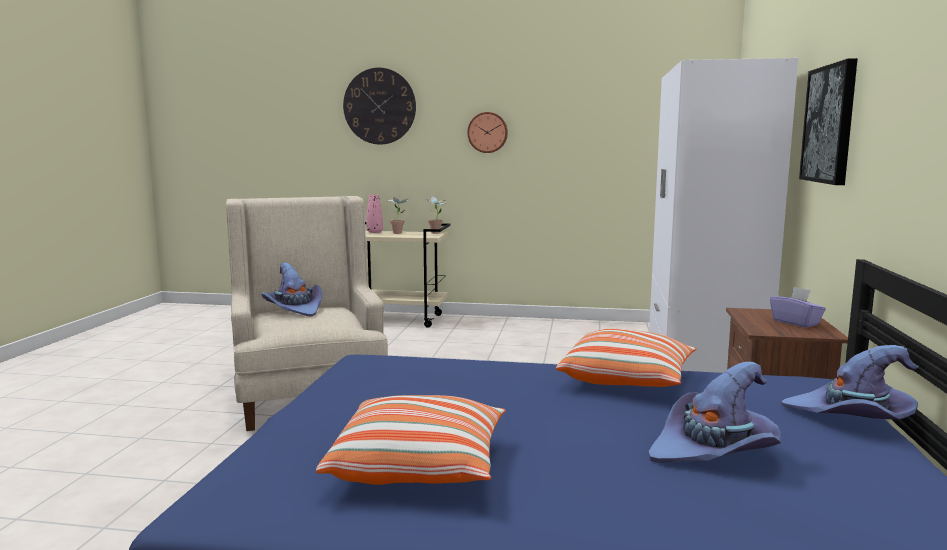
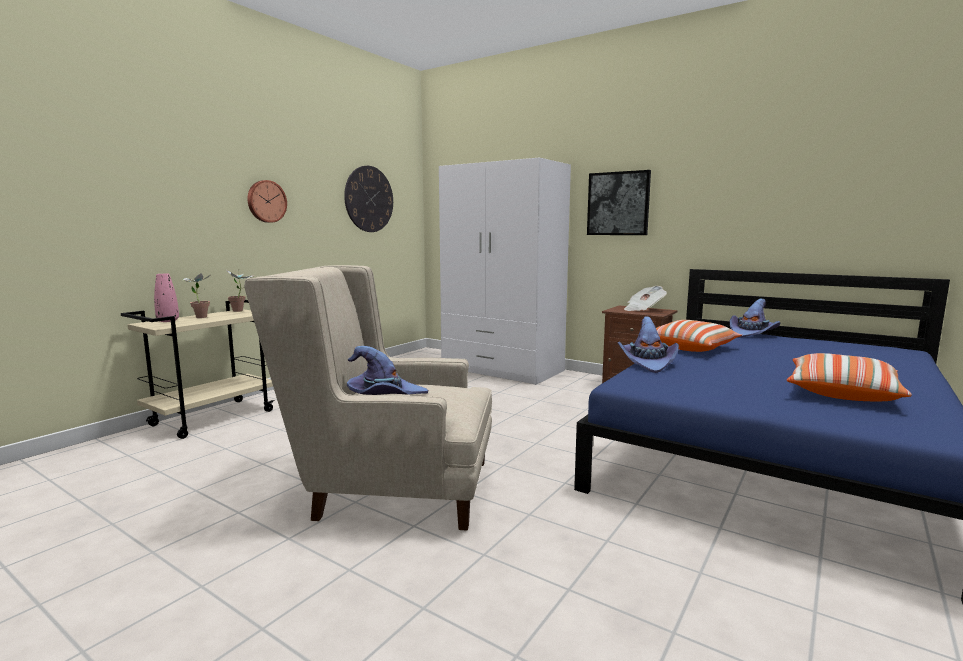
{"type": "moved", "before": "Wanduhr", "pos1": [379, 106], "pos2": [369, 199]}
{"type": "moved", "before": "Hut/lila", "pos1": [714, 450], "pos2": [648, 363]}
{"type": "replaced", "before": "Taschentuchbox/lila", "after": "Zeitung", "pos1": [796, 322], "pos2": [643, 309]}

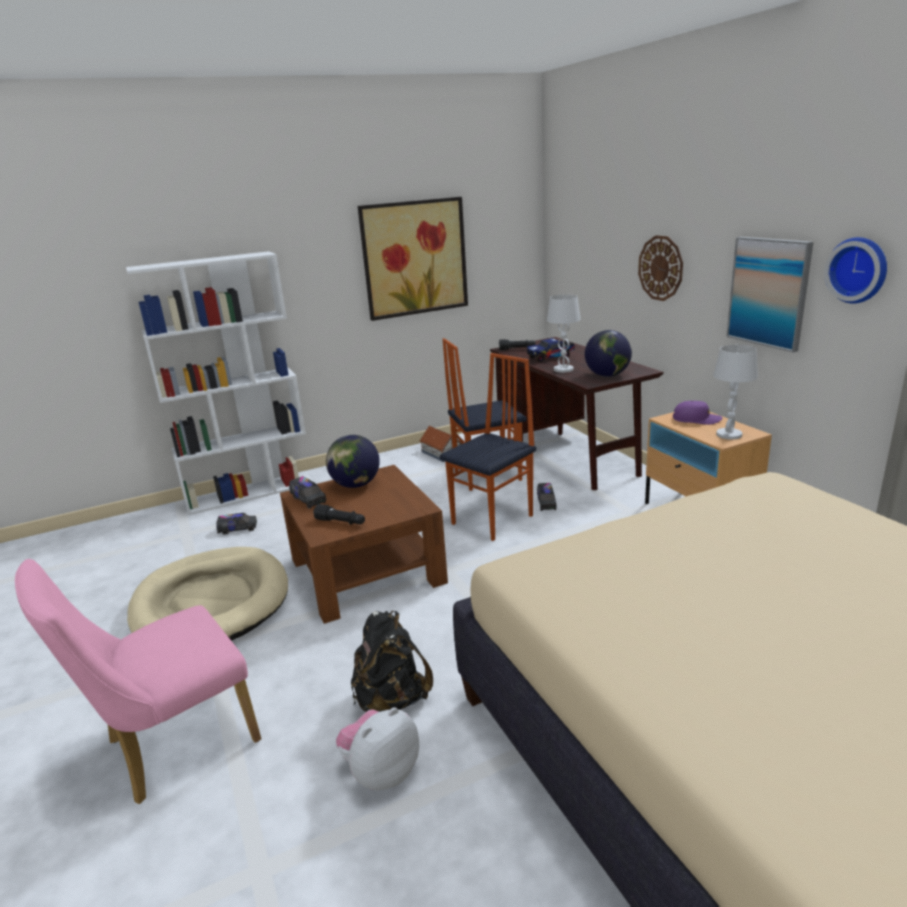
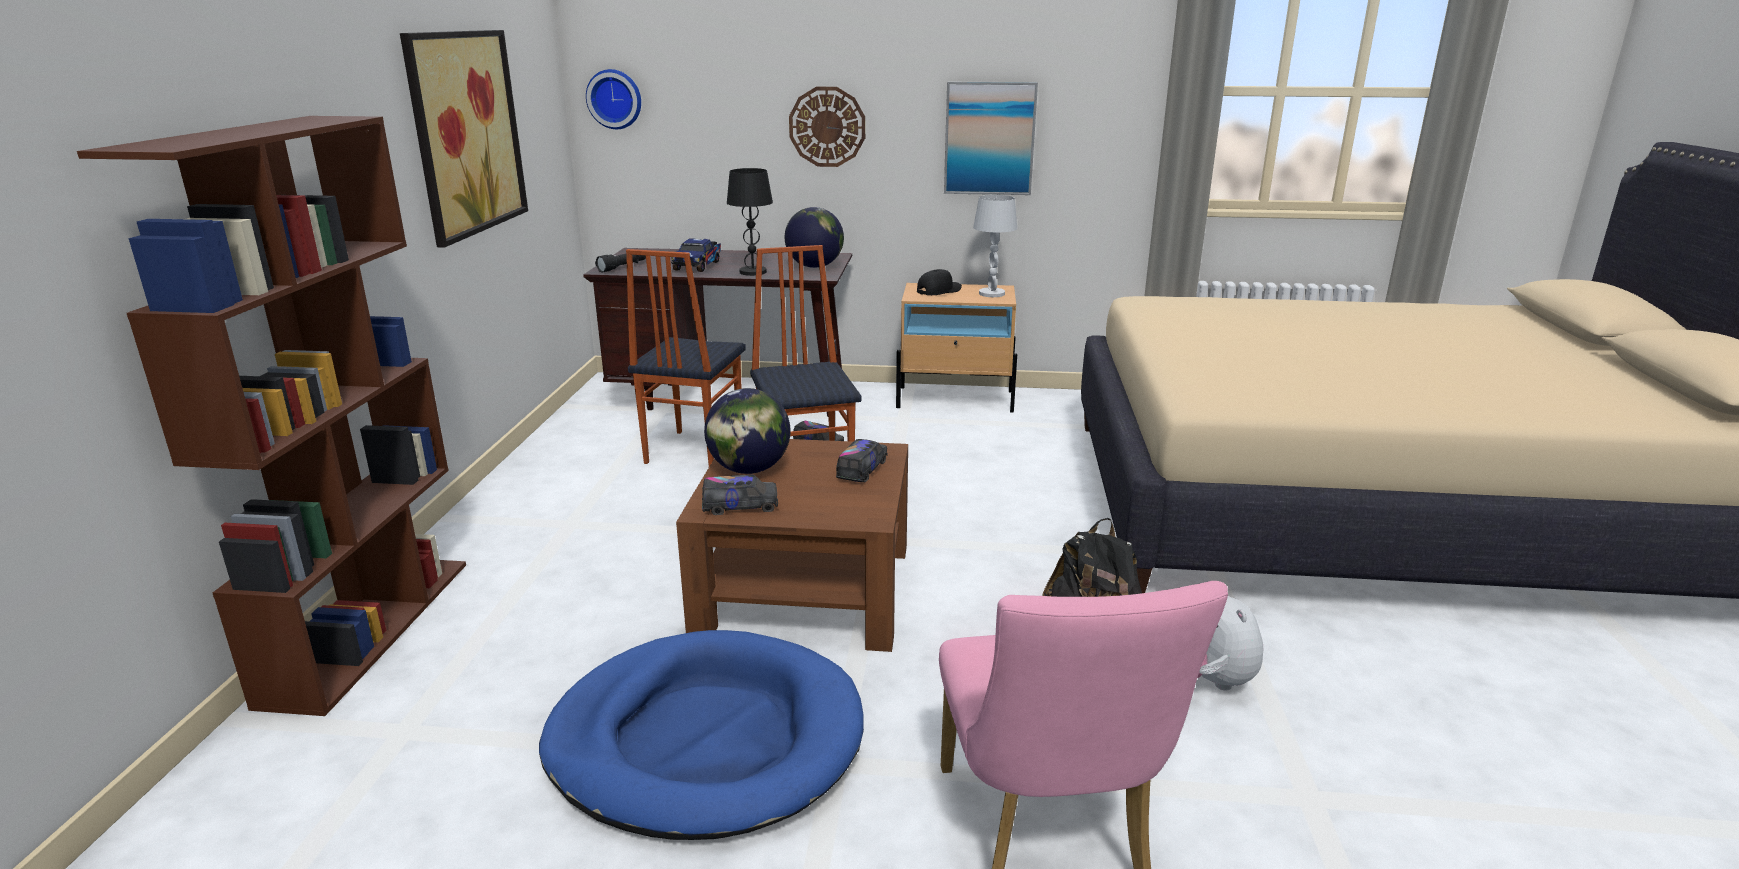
{"type": "removed", "before": "Taschenlampe/schwarz", "pos1": [341, 522]}
{"type": "removed", "before": "Spielzeughaus", "pos1": [441, 453]}
{"type": "moved", "before": "Spielzeuglaster", "pos1": [238, 529], "pos2": [862, 470]}
{"type": "moved", "before": "Wanduhr", "pos1": [858, 270], "pos2": [615, 99]}
{"type": "recoloured", "before": "Bücherregal/weiß", "after": "Bücherregal/braun", "pos1": [250, 492], "pos2": [369, 628]}
{"type": "recoloured", "before": "Hundebett/beige", "after": "Hundebett/blau", "pos1": [212, 602], "pos2": [706, 740]}
{"type": "recoloured", "before": "Tischlampe/weiß", "after": "Tischlampe/schwarz", "pos1": [563, 369], "pos2": [753, 272]}
{"type": "recoloured", "before": "Kappe/lila", "after": "Kappe/schwarz", "pos1": [696, 419], "pos2": [939, 291]}

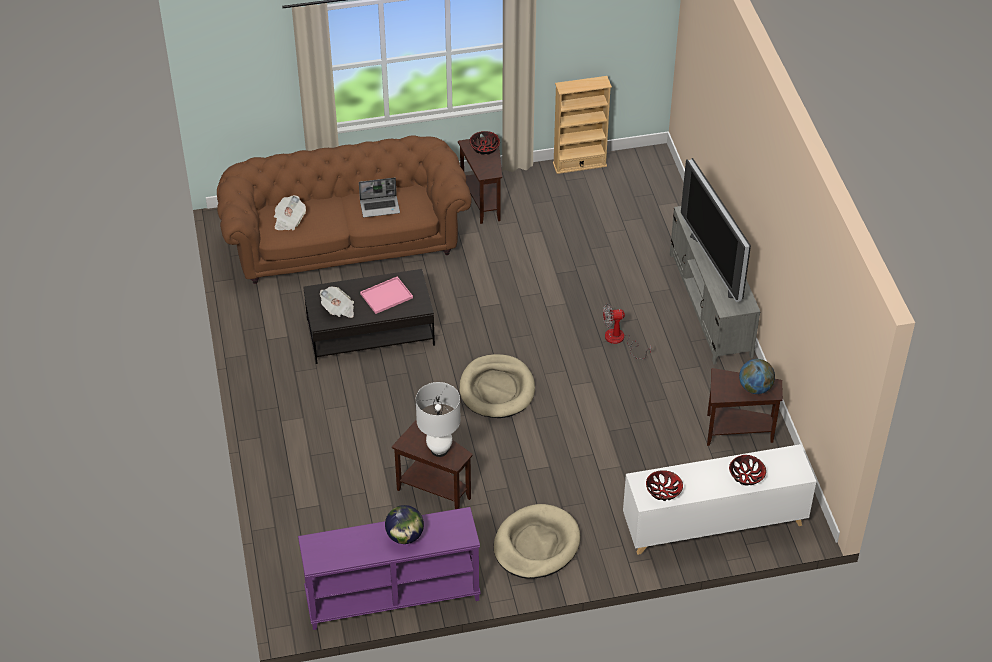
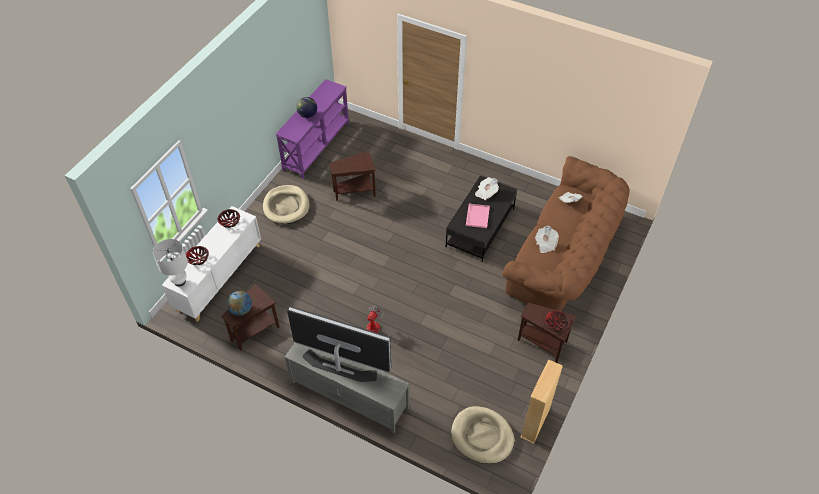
{"type": "moved", "before": "Tischlampe/weiß", "pos1": [439, 450], "pos2": [179, 282]}
{"type": "moved", "before": "Hundebett/beige", "pos1": [497, 389], "pos2": [482, 436]}
{"type": "replaced", "before": "Laptop", "after": "Zeitung", "pos1": [380, 207], "pos2": [545, 244]}

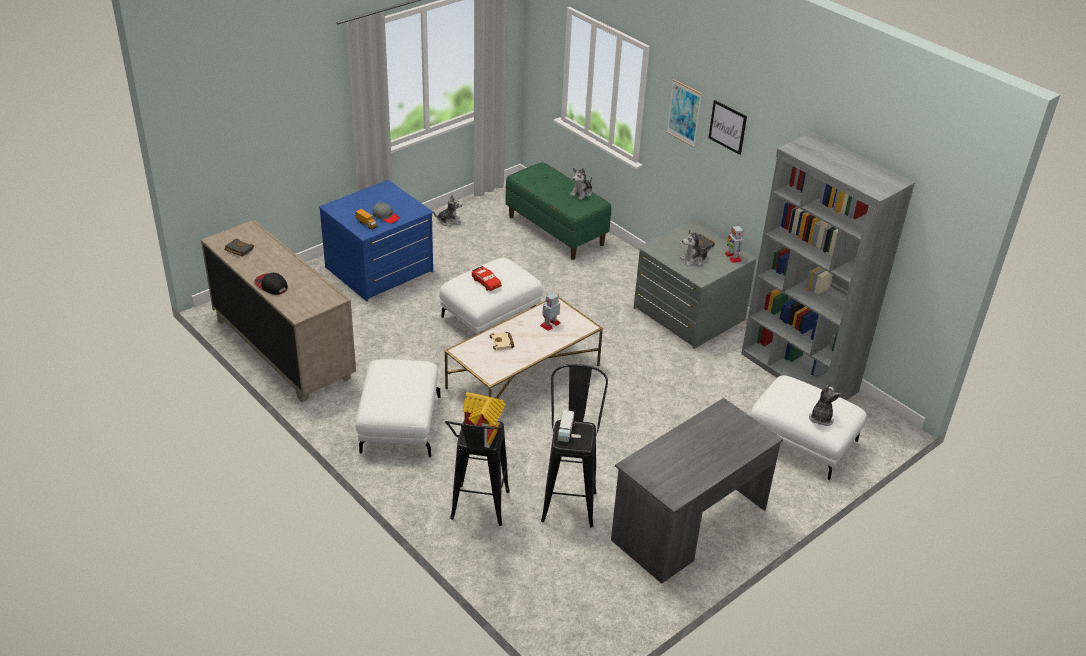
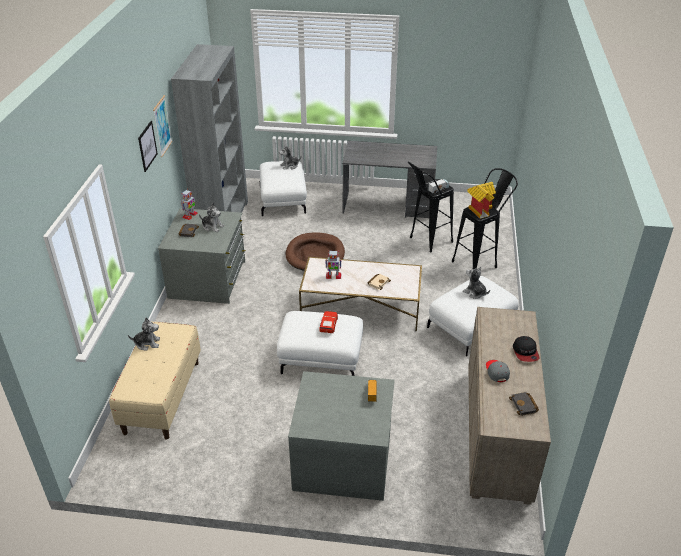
{"type": "added", "after": "Hundebett/braun", "pos2": [315, 255]}
{"type": "moved", "before": "Kappe/grau", "pos1": [385, 216], "pos2": [496, 372]}
{"type": "moved", "before": "Plüschtier", "pos1": [449, 221], "pos2": [475, 293]}
{"type": "moved", "before": "Bild", "pos1": [684, 113], "pos2": [162, 126]}
{"type": "recoloured", "before": "Kommode/blau", "after": "Kommode/grau", "pos1": [380, 270], "pos2": [343, 460]}
{"type": "recoloured", "before": "Bank/grün", "after": "Bank/beige", "pos1": [556, 230], "pos2": [162, 396]}

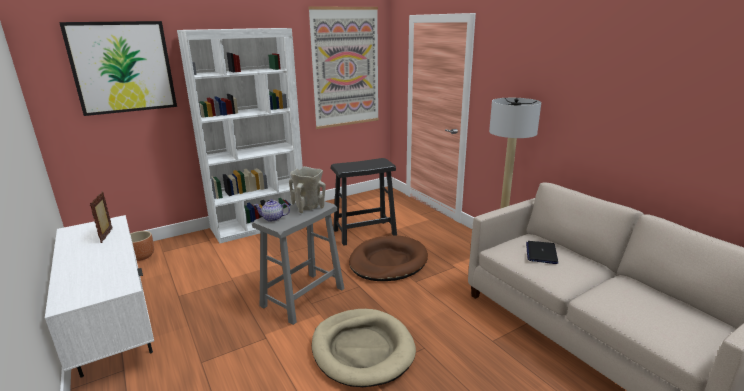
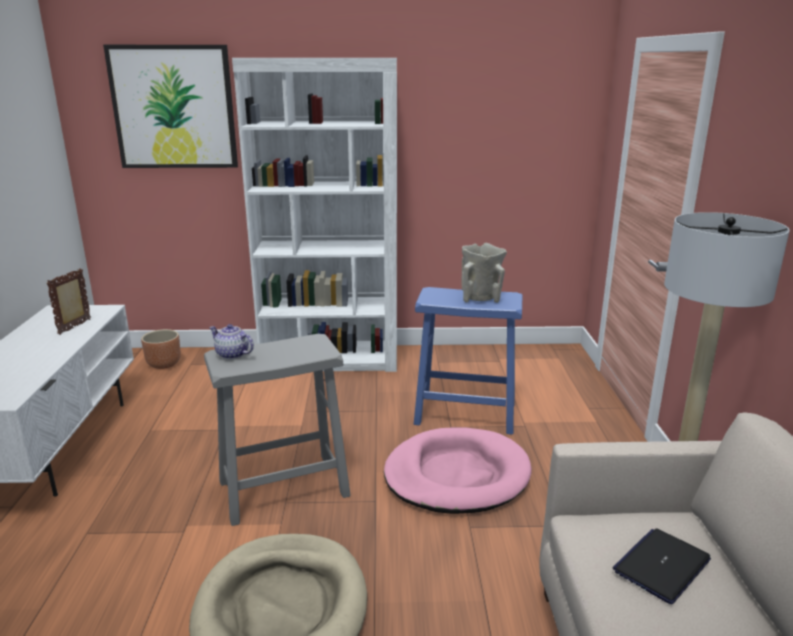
{"type": "removed", "before": "Bild", "pos1": [346, 68]}
{"type": "moved", "before": "Vase/beige", "pos1": [308, 207], "pos2": [480, 298]}
{"type": "recoloured", "before": "Hocker/schwarz", "after": "Hocker/blau", "pos1": [365, 232], "pos2": [466, 413]}
{"type": "recoloured", "before": "Hundebett/braun", "after": "Hundebett/rosa", "pos1": [388, 262], "pos2": [456, 475]}

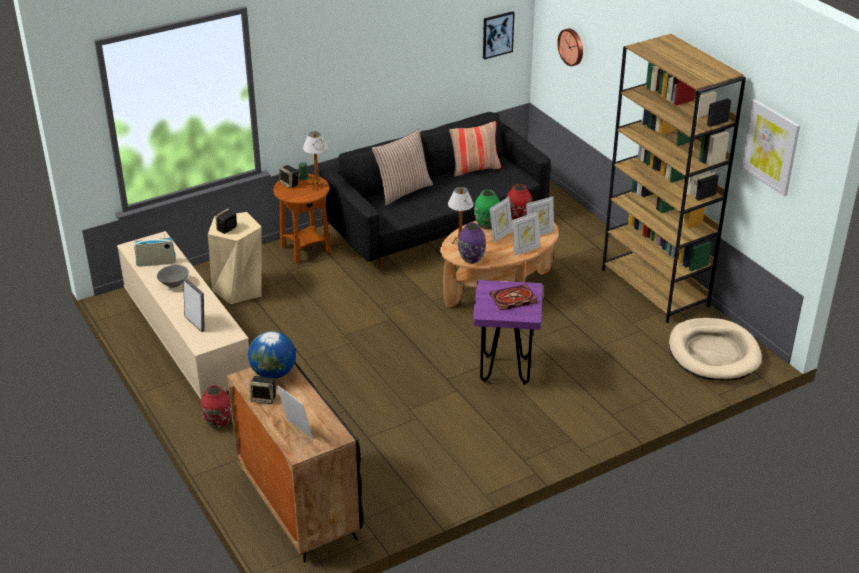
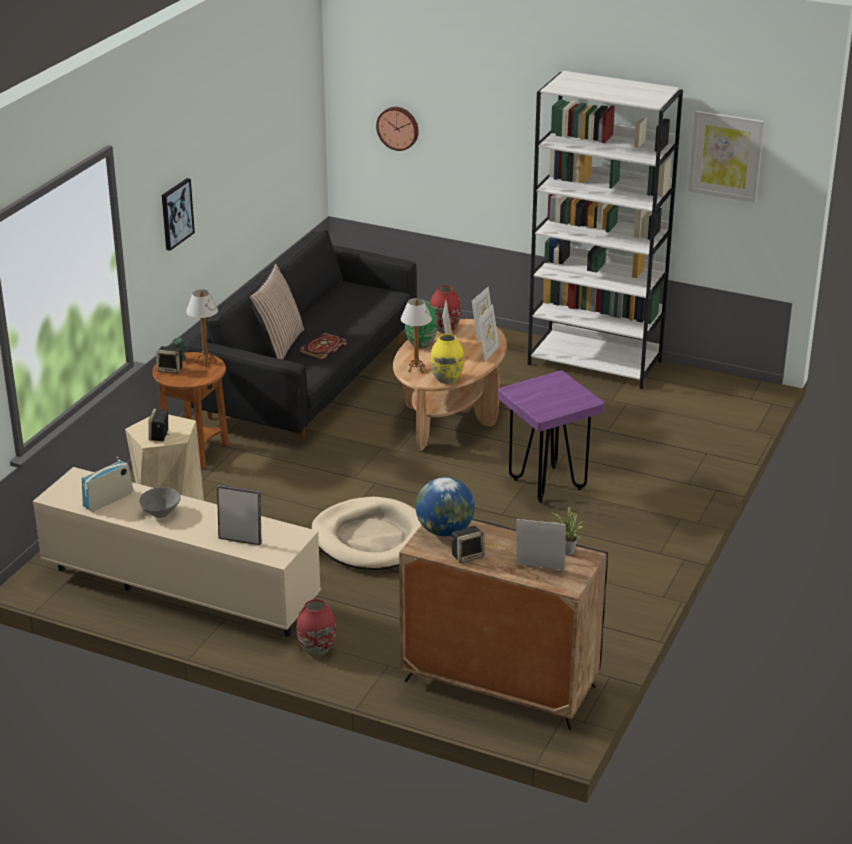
{"type": "removed", "before": "Kissen", "pos1": [475, 169]}
{"type": "added", "after": "Topfpflanze", "pos2": [565, 551]}
{"type": "moved", "before": "Bild", "pos1": [497, 34], "pos2": [176, 213]}
{"type": "moved", "before": "Buch", "pos1": [512, 299], "pos2": [323, 349]}
{"type": "moved", "before": "Hundebett/beige", "pos1": [713, 353], "pos2": [372, 539]}
{"type": "recoloured", "before": "Vase/lila", "after": "Vase/gelb", "pos1": [471, 259], "pos2": [446, 379]}
{"type": "recoloured", "before": "Bücherregal/braun", "after": "Bücherregal/weiß", "pos1": [655, 288], "pos2": [595, 363]}

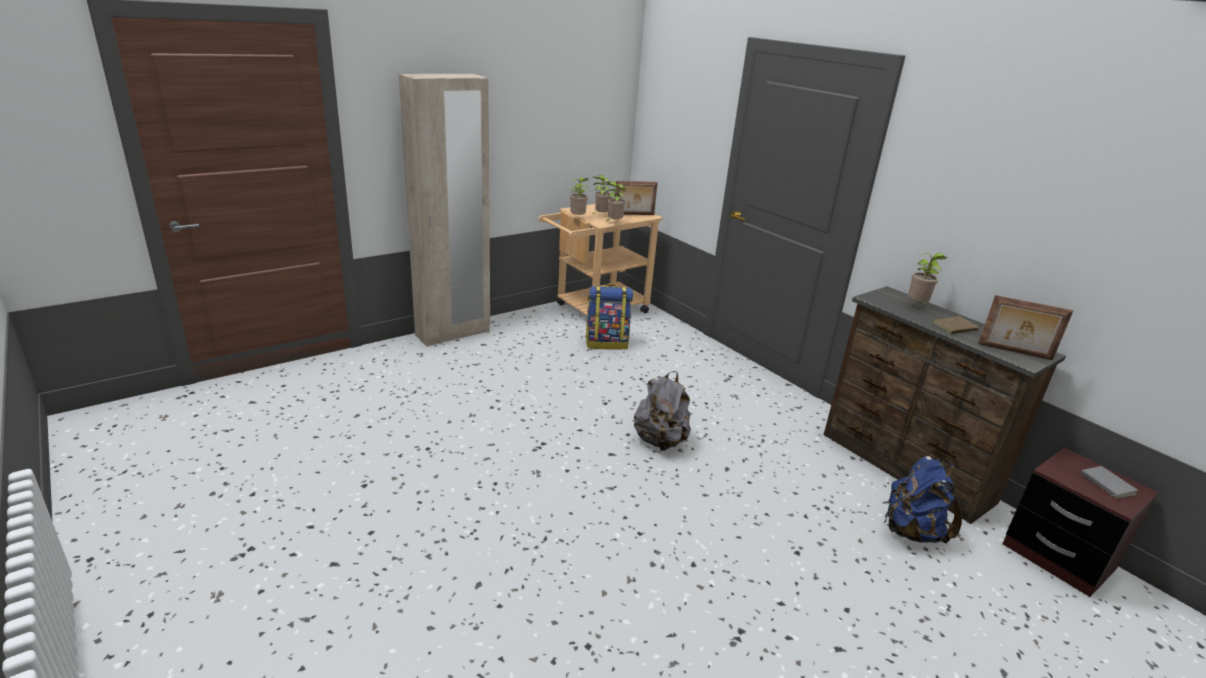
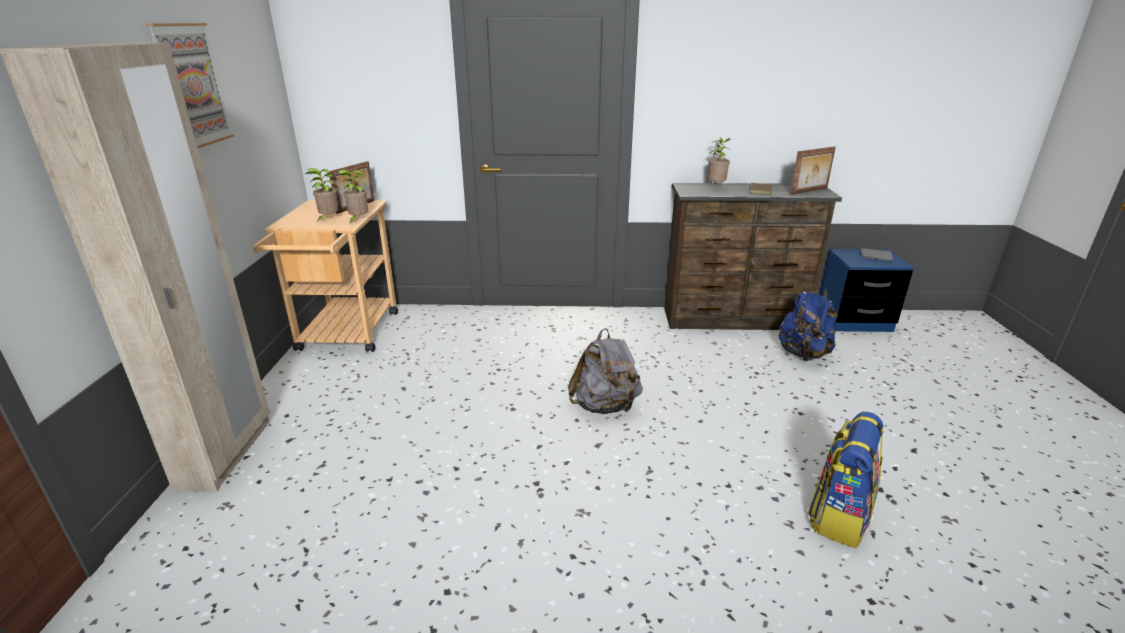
{"type": "removed", "before": "Topfpflanze", "pos1": [578, 218]}
{"type": "added", "after": "Bild", "pos2": [191, 85]}
{"type": "moved", "before": "Rucksack", "pos1": [607, 343], "pos2": [838, 516]}
{"type": "recoloured", "before": "Nachttisch/braun", "after": "Nachttisch/blau", "pos1": [1058, 557], "pos2": [854, 321]}

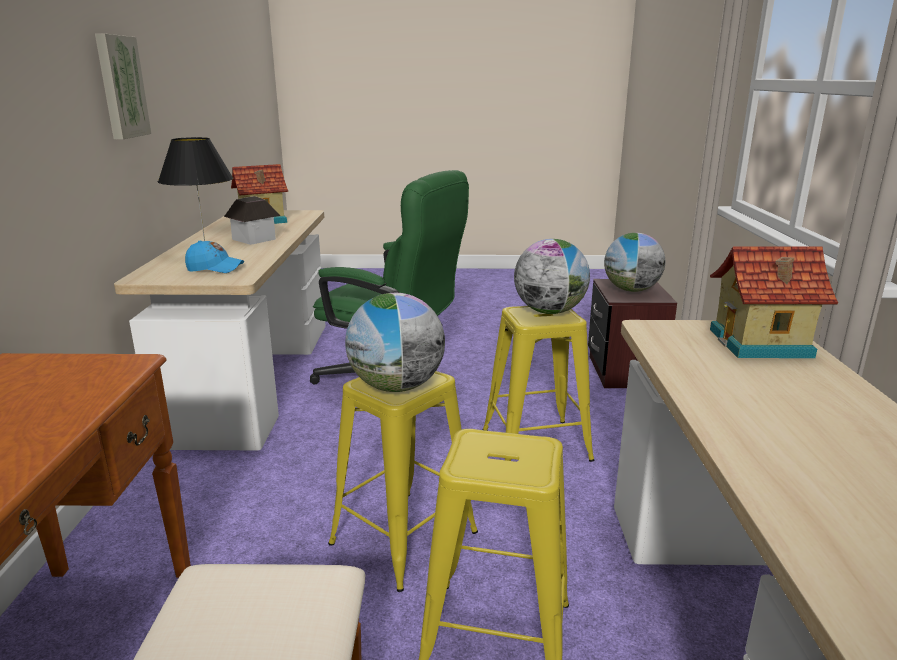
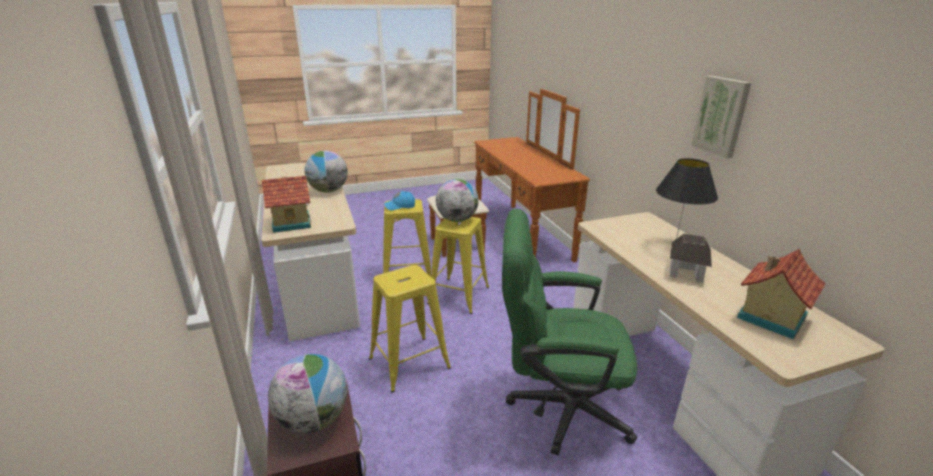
{"type": "moved", "before": "Kappe/blau", "pos1": [215, 268], "pos2": [400, 206]}
{"type": "moved", "before": "Globus", "pos1": [549, 311], "pos2": [328, 191]}

